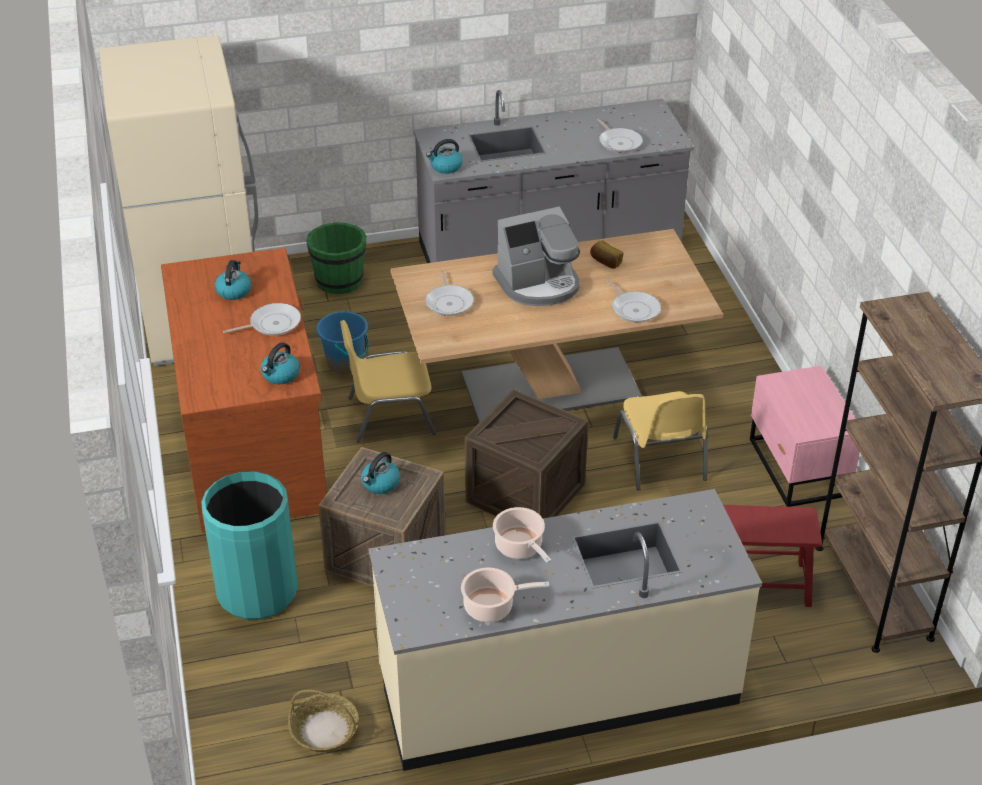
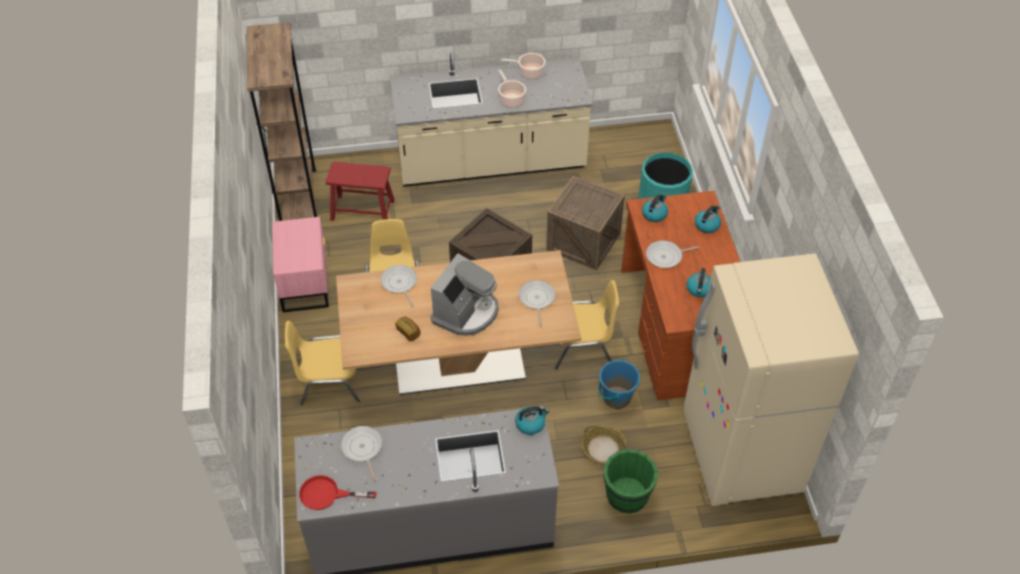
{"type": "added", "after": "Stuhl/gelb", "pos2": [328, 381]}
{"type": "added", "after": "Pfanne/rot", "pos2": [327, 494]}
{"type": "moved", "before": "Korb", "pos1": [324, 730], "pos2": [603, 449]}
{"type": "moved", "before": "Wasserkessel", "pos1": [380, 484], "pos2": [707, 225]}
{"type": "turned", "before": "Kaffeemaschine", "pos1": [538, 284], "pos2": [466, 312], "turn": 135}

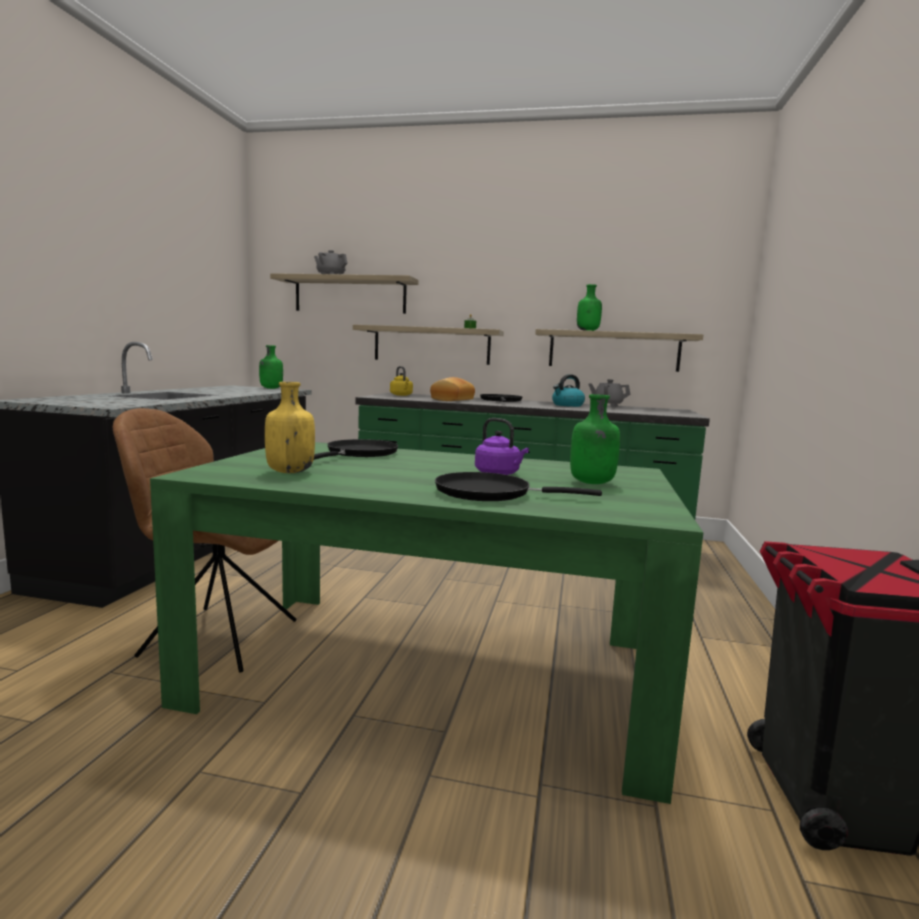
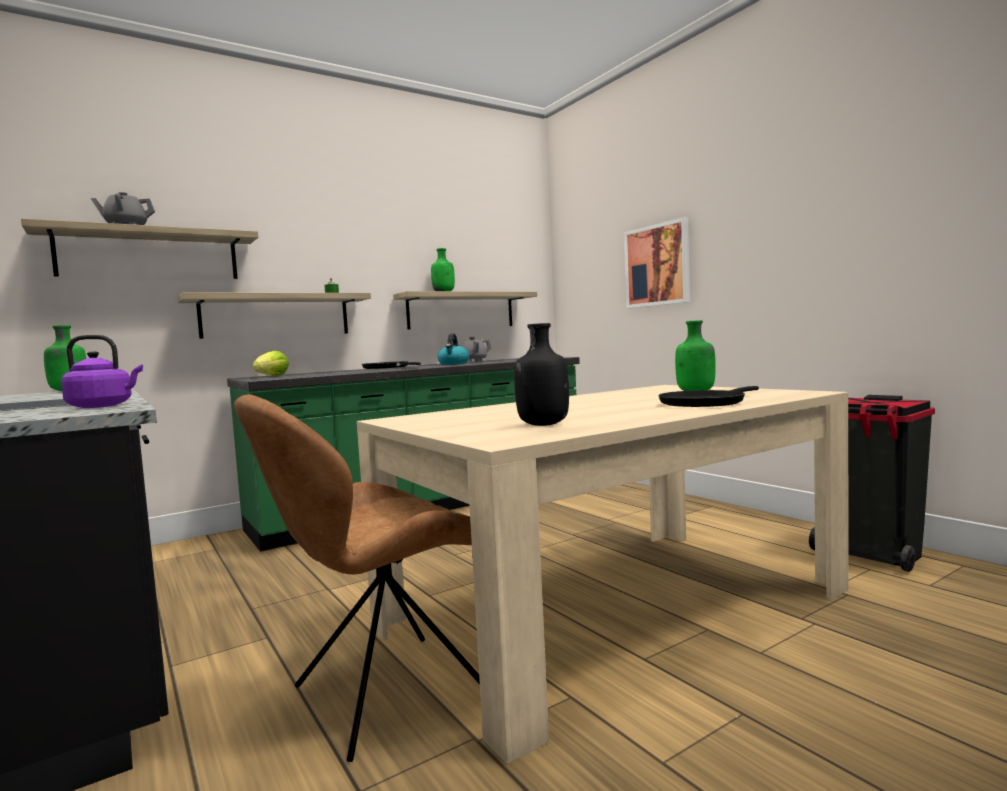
{"type": "removed", "before": "Pfanne/schwarz", "pos1": [359, 453]}
{"type": "removed", "before": "Brot", "pos1": [451, 400]}
{"type": "added", "after": "Bild", "pos2": [657, 265]}
{"type": "moved", "before": "Wasserkessel/lila", "pos1": [499, 474], "pos2": [103, 406]}
{"type": "replaced", "before": "Wasserkessel/gelb", "after": "Salatkopf", "pos1": [401, 395], "pos2": [271, 376]}
{"type": "recoloured", "before": "Esstisch/grün", "after": "Esstisch/beige", "pos1": [432, 674], "pos2": [616, 608]}
{"type": "recoloured", "before": "Flasche/gelb", "after": "Flasche/schwarz", "pos1": [289, 472], "pos2": [542, 425]}

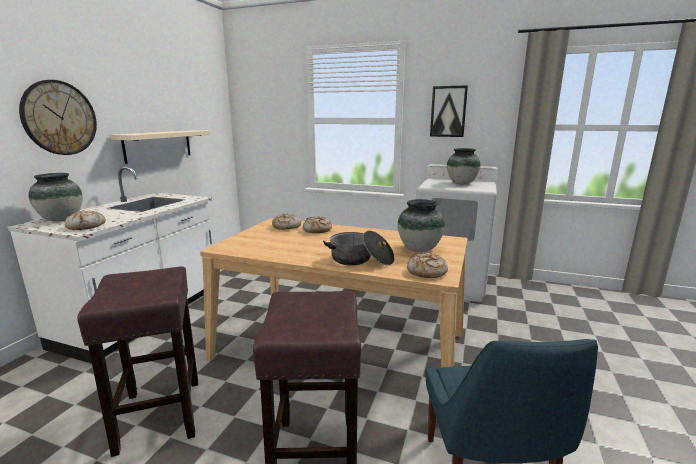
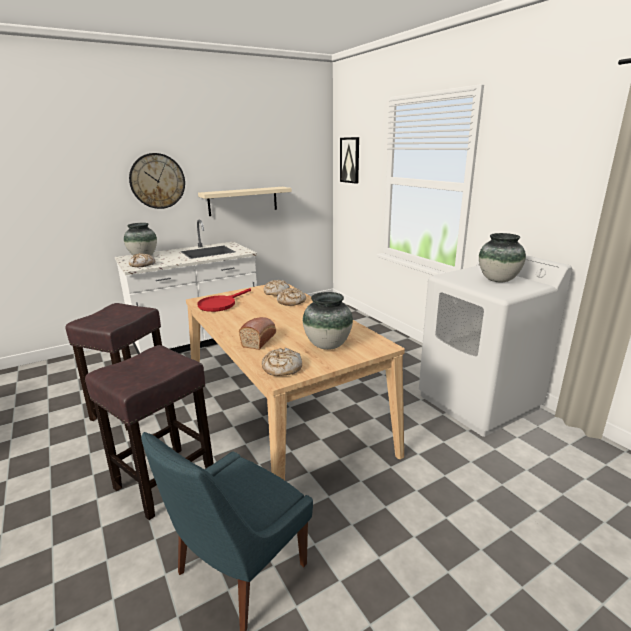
{"type": "added", "after": "Pfanne/rot", "pos2": [221, 304]}
{"type": "moved", "before": "Bild", "pos1": [448, 111], "pos2": [350, 160]}
{"type": "replaced", "before": "Kochtopf", "after": "Brot", "pos1": [360, 260], "pos2": [260, 340]}

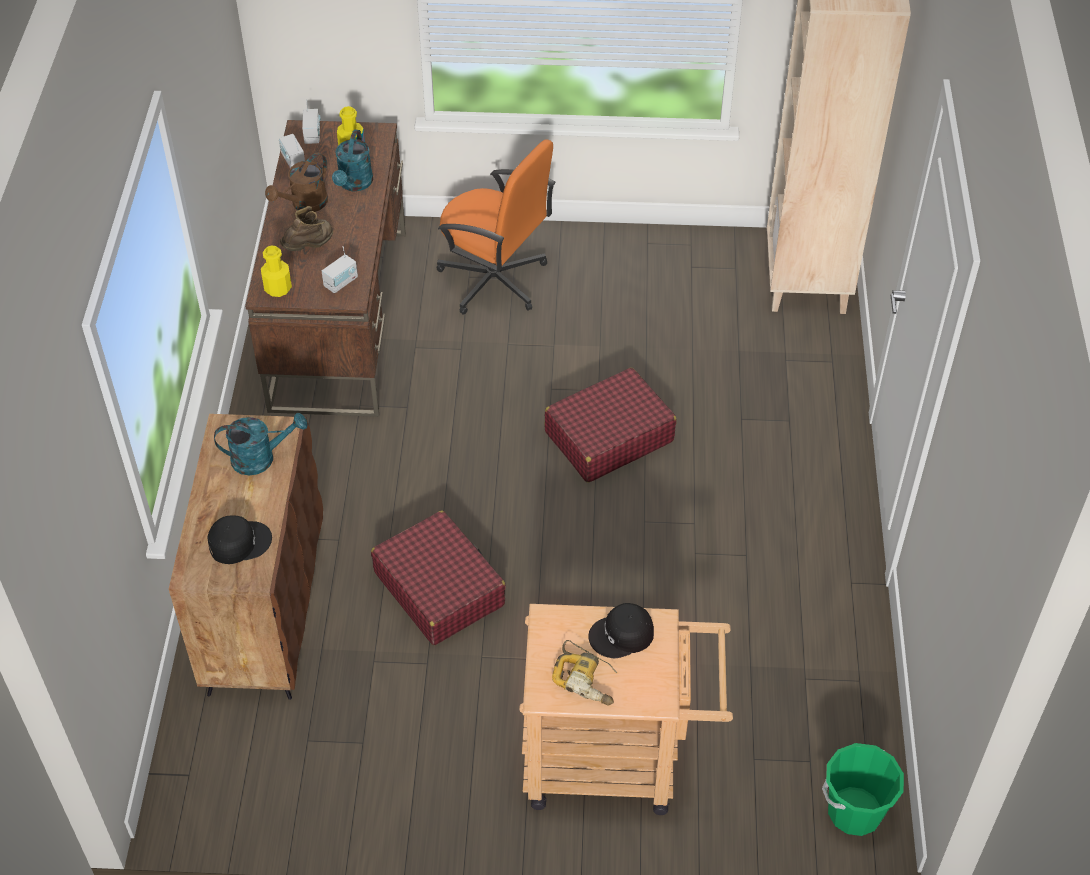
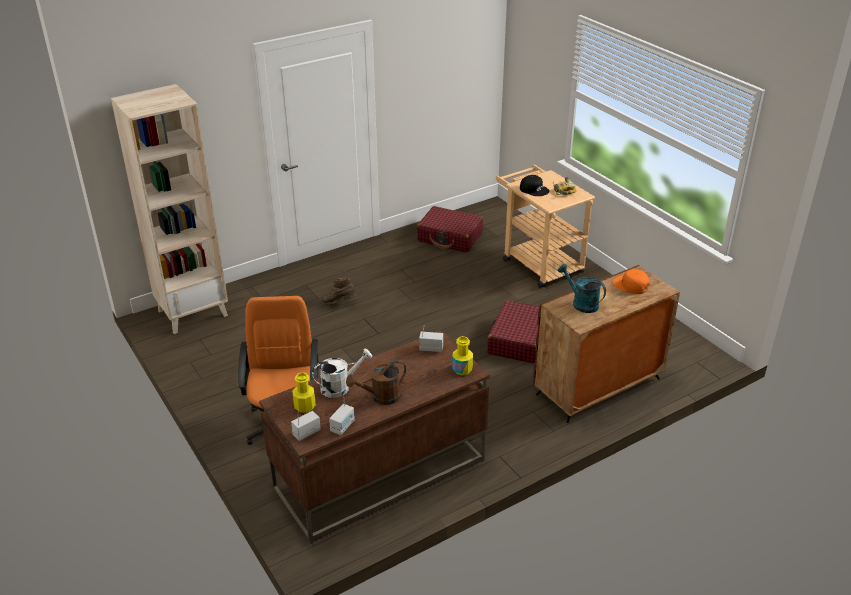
{"type": "removed", "before": "Eimer/grün", "pos1": [854, 811]}
{"type": "moved", "before": "Stiefel/braun", "pos1": [310, 247], "pos2": [339, 304]}
{"type": "moved", "before": "Koffer/rot", "pos1": [608, 437], "pos2": [450, 237]}
{"type": "recoloured", "before": "Kappe/schwarz", "after": "Kappe/orange", "pos1": [239, 542], "pos2": [630, 285]}
{"type": "recoloured", "before": "Gießkanne/türkis", "after": "Gießkanne/weiß", "pos1": [354, 184], "pos2": [340, 387]}
{"type": "turned", "before": "Gießkanne/braun", "pos1": [304, 205], "pos2": [380, 397], "turn": 150}

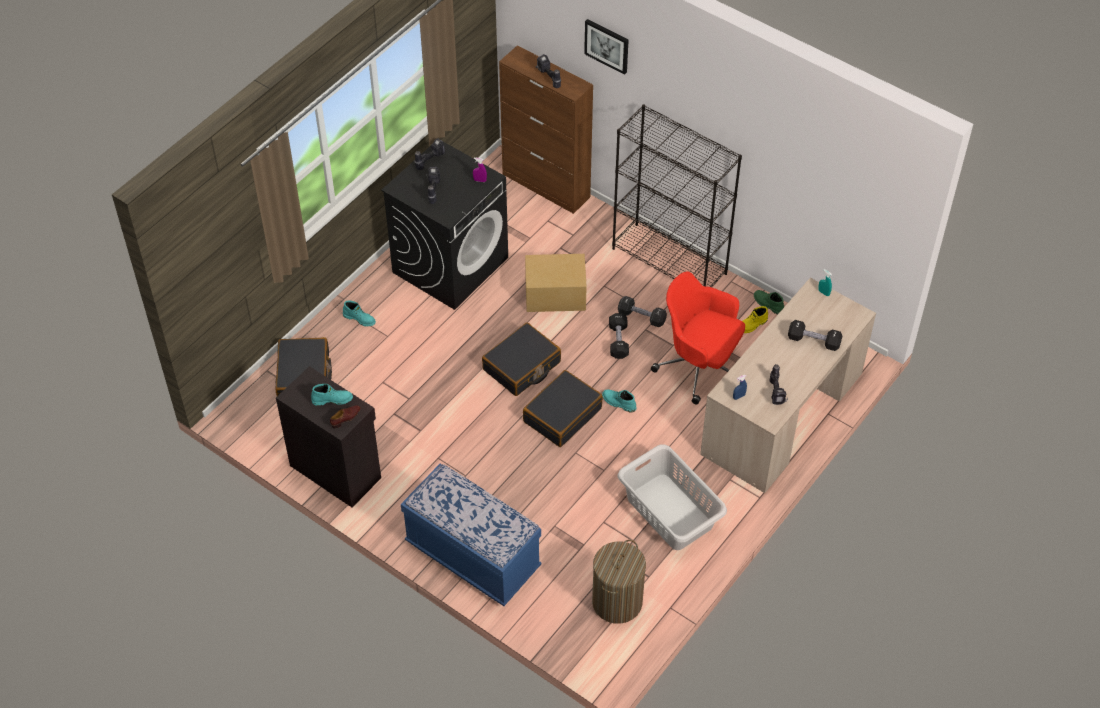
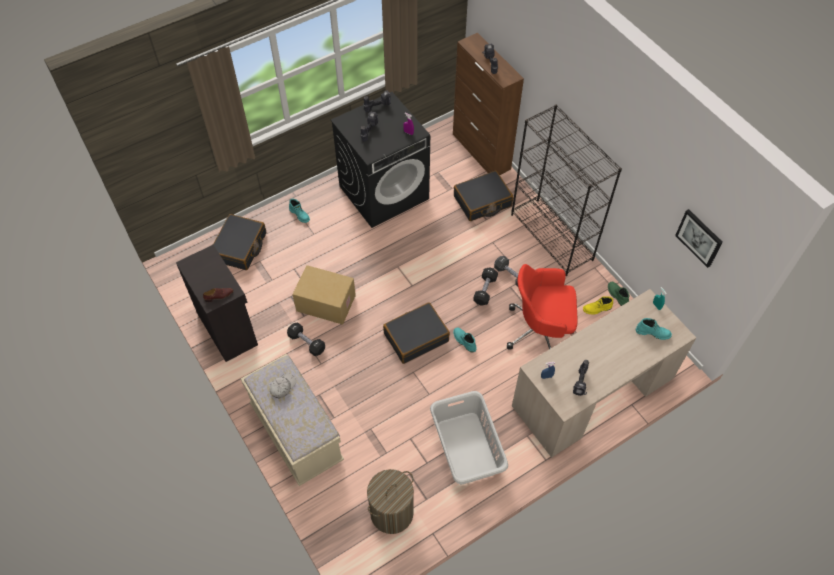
{"type": "added", "after": "Kappe/weiß", "pos2": [282, 387]}
{"type": "moved", "before": "Stiefel/türkis", "pos1": [332, 399], "pos2": [653, 332]}
{"type": "moved", "before": "Koffer/schwarz", "pos1": [522, 366], "pos2": [482, 201]}
{"type": "moved", "before": "Karton", "pos1": [555, 295], "pos2": [325, 303]}
{"type": "moved", "before": "Bild", "pos1": [607, 45], "pos2": [699, 237]}
{"type": "moved", "before": "Hantel/schwarz", "pos1": [813, 341], "pos2": [306, 343]}
{"type": "recoloured", "before": "Bank/blau", "after": "Bank/beige", "pos1": [473, 556], "pos2": [296, 433]}
{"type": "turned", "before": "Bürostuhl/rot", "pos1": [699, 366], "pos2": [540, 331], "turn": -45}

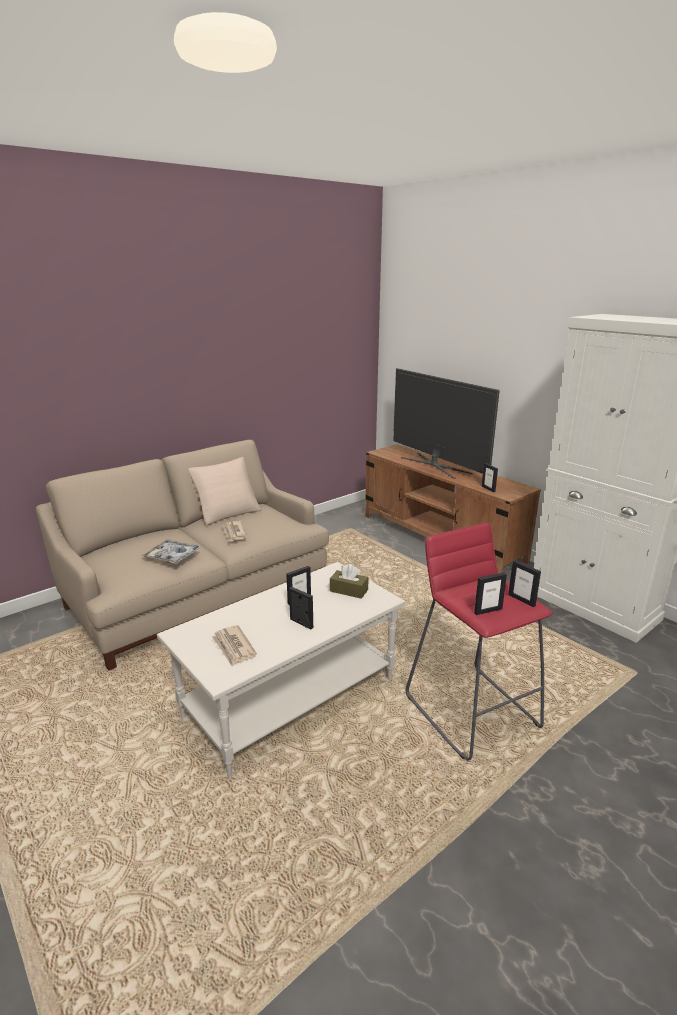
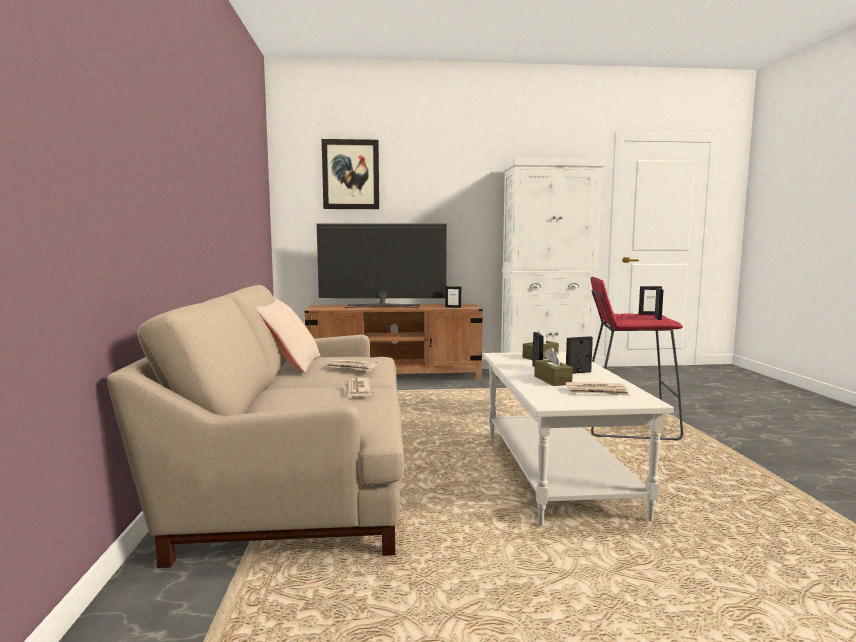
{"type": "added", "after": "Bild", "pos2": [351, 174]}
{"type": "added", "after": "Taschentuchbox/braun", "pos2": [552, 380]}
{"type": "replaced", "before": "Tablett", "after": "Zeitung", "pos1": [172, 556], "pos2": [357, 390]}

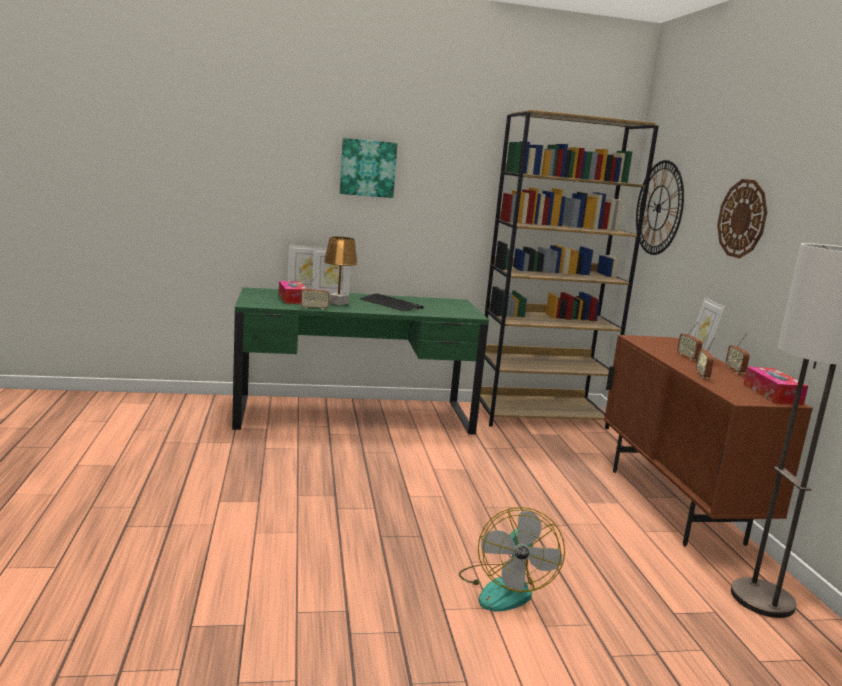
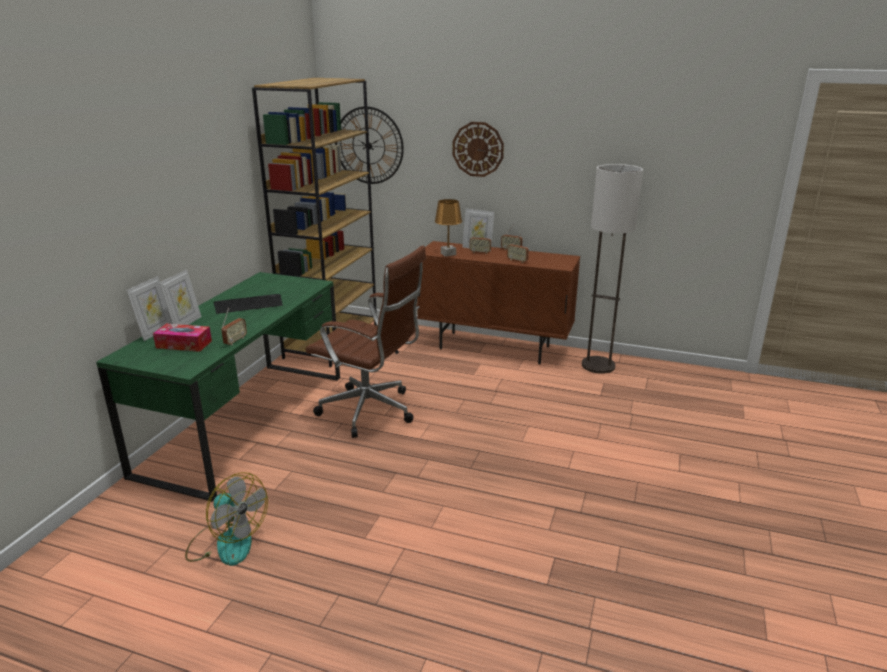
{"type": "removed", "before": "Bild", "pos1": [368, 168]}
{"type": "removed", "before": "Taschentuchbox", "pos1": [772, 394]}
{"type": "added", "after": "Bürostuhl/braun", "pos2": [371, 412]}
{"type": "moved", "before": "Tischlampe/braun", "pos1": [338, 303], "pos2": [448, 254]}
{"type": "moved", "before": "Ventilator", "pos1": [504, 588], "pos2": [227, 542]}

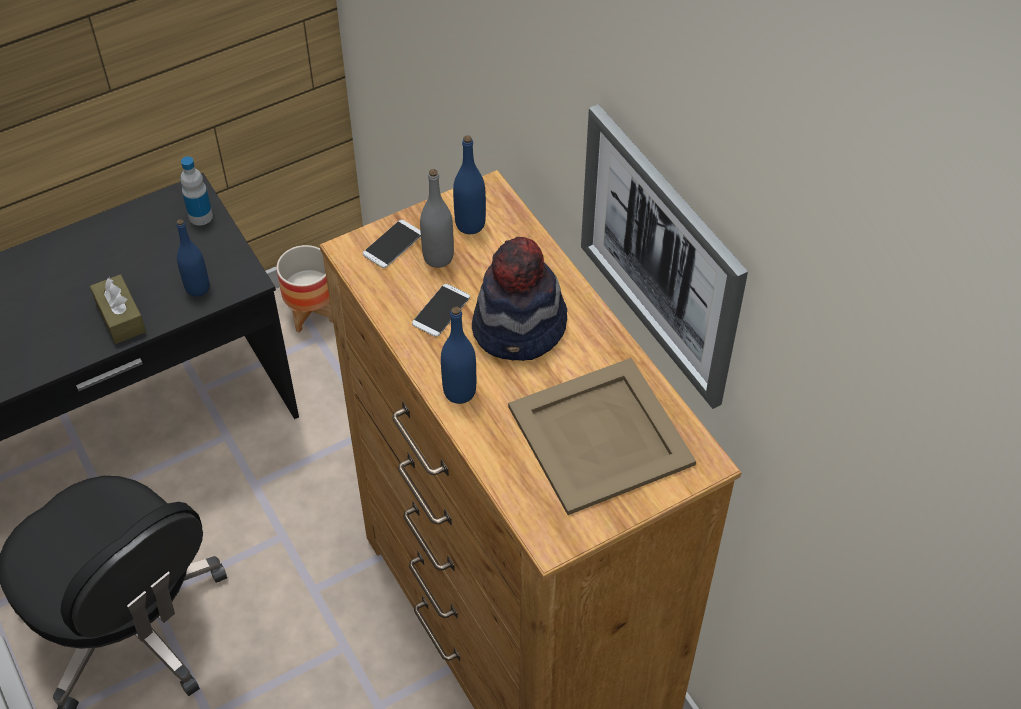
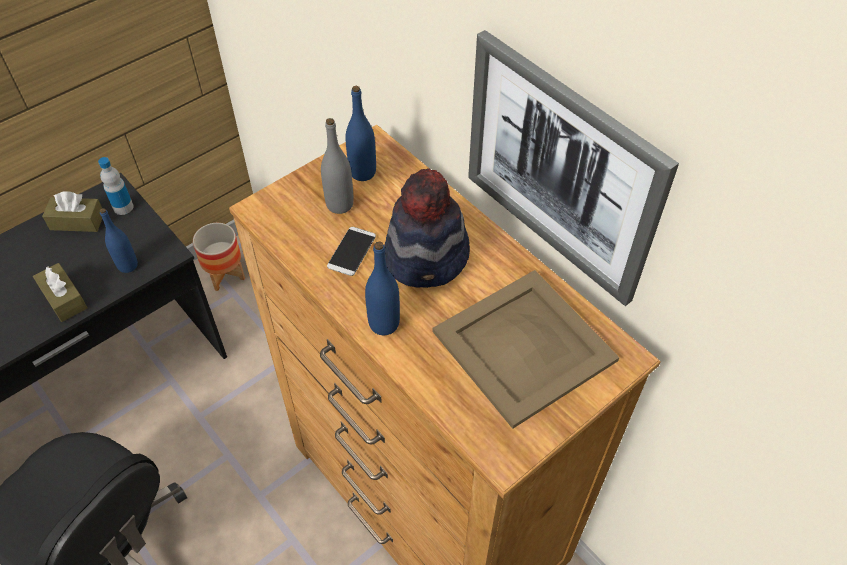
{"type": "removed", "before": "Handy", "pos1": [393, 244]}
{"type": "added", "after": "Taschentuchbox/braun", "pos2": [77, 221]}

